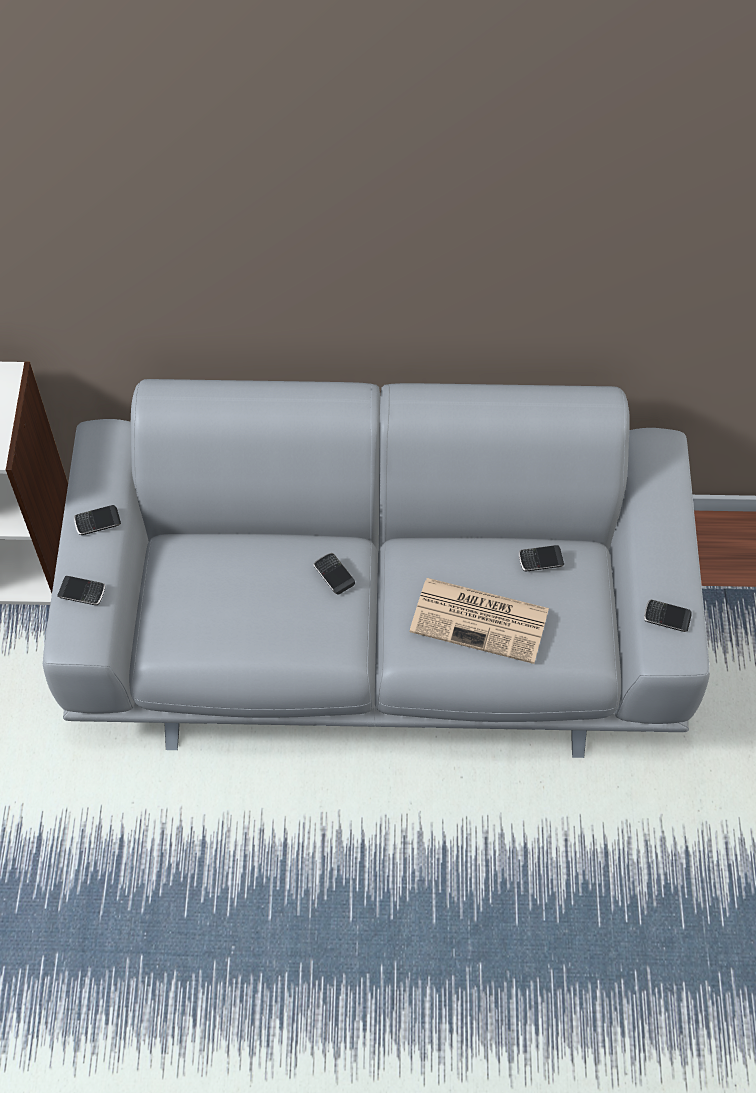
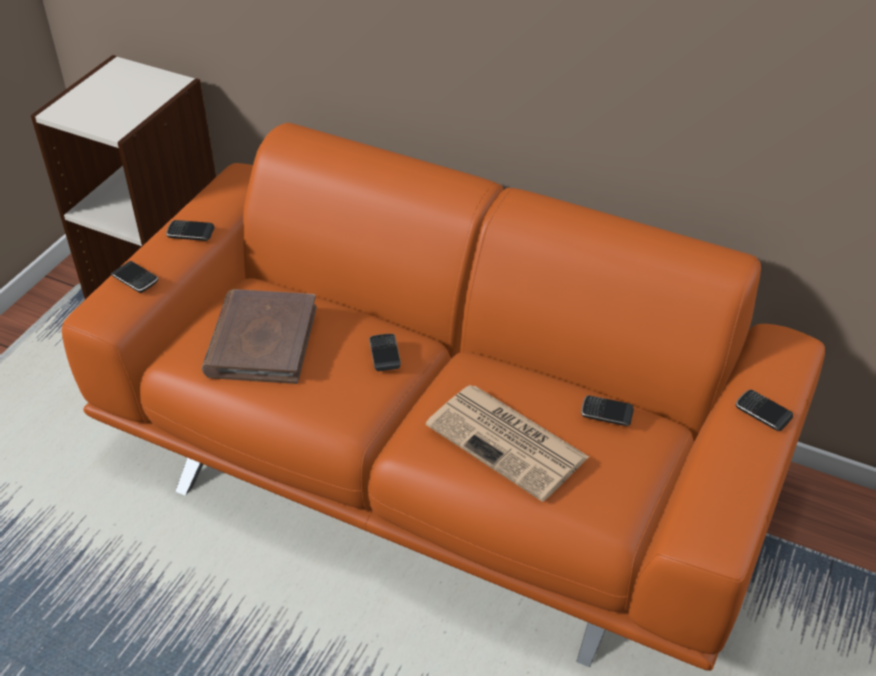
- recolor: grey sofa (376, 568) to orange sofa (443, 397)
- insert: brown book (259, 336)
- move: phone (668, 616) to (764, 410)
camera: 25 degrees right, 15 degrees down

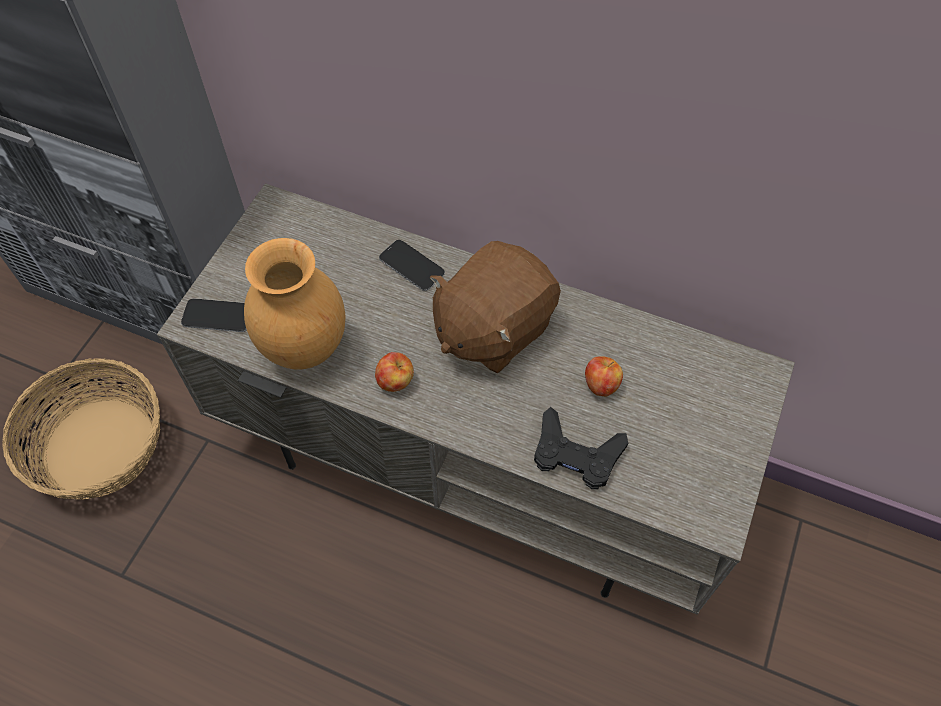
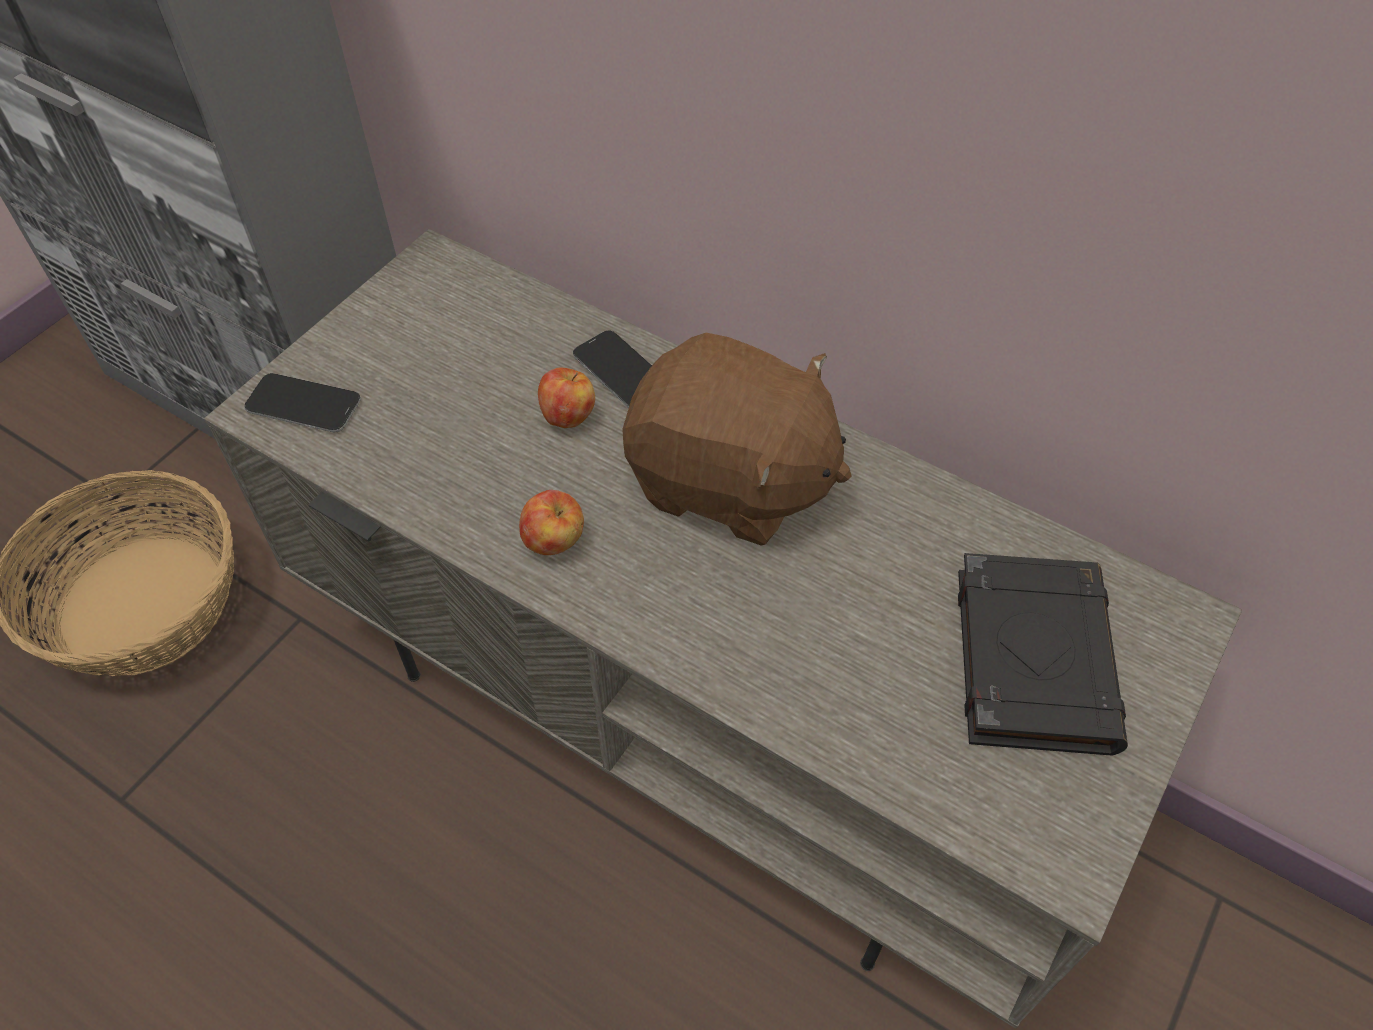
- move: apple (604, 376) to (566, 397)
- rotate: brown plush toy (495, 307) = (737, 439) 120 degrees counterclockwise
- insert: black book (1043, 654)
- delete: brown vase (294, 304)
- delete: black game controller (581, 448)
camera: 10 degrees right, 5 degrees down

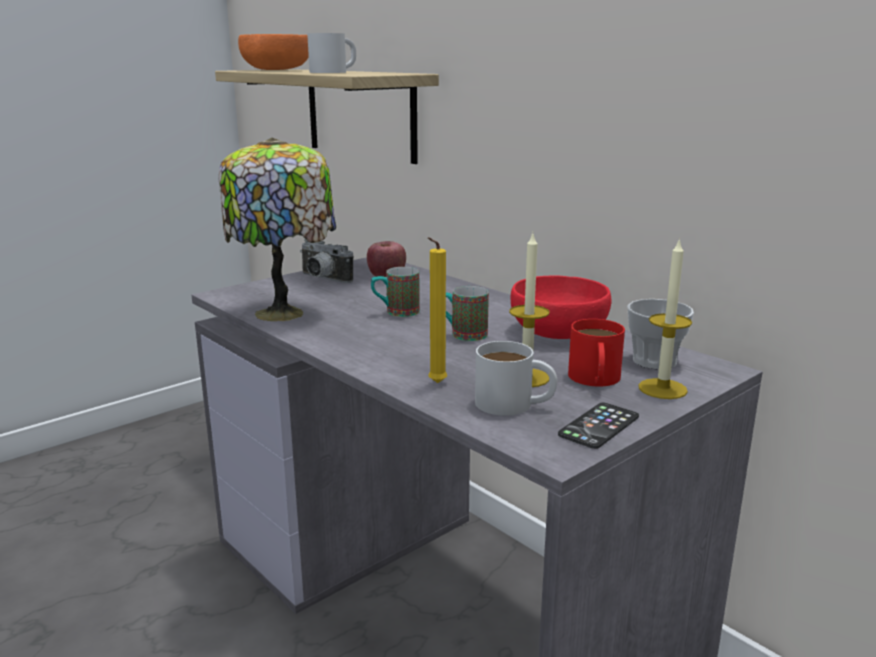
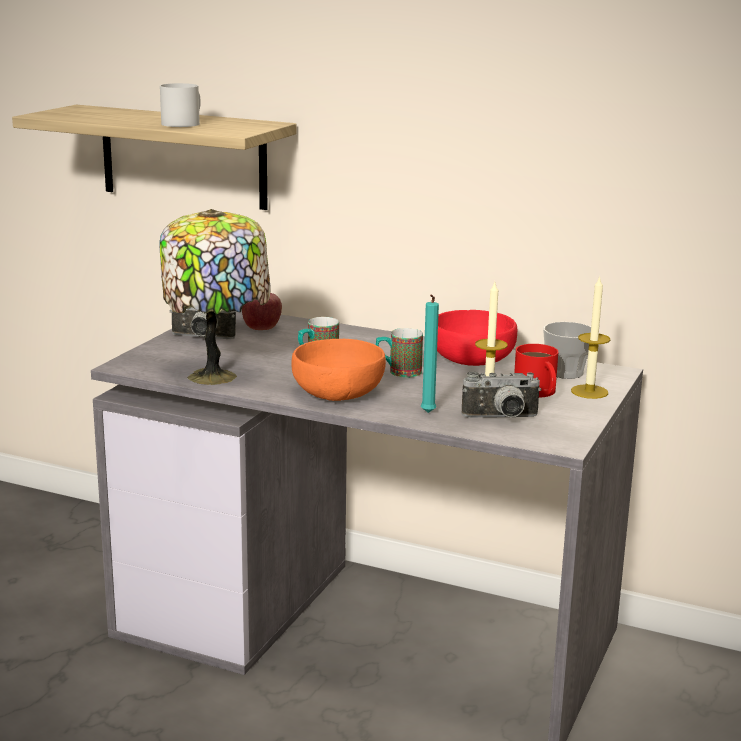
- move: orange bowl (273, 52) to (338, 370)
- recolor: yellow candle (437, 310) to turquoise candle (430, 353)
- replace: white mug (516, 378) to photo camera (501, 394)
- delete: phone (598, 426)
camera: 25 degrees left, 0 degrees up

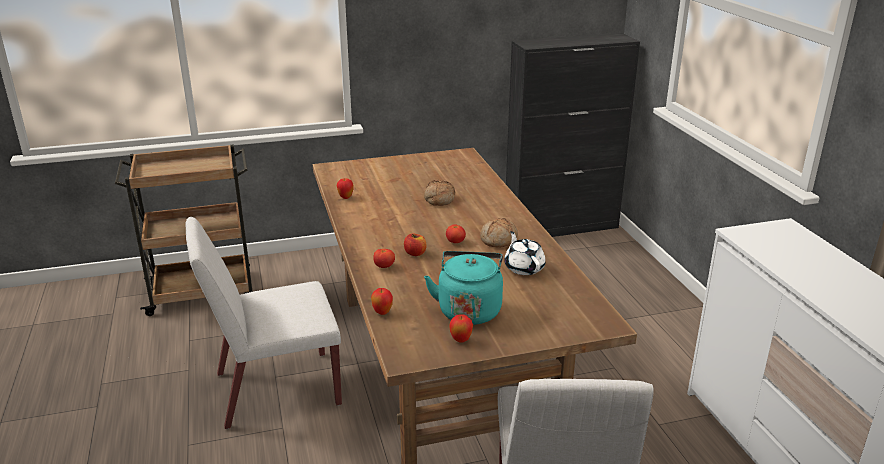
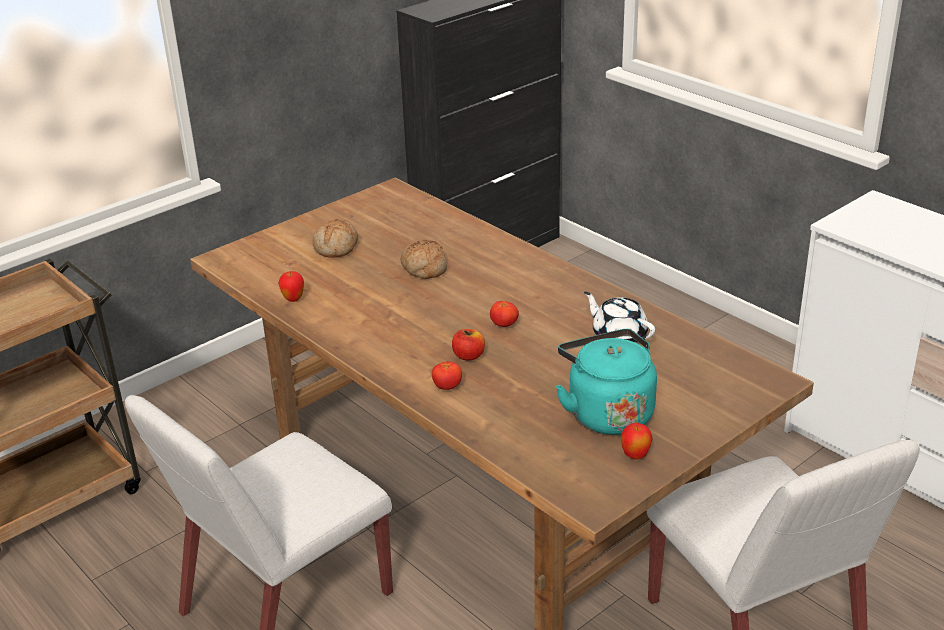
- move: bread (499, 233) to (335, 238)
- delete: apple (382, 301)
camera: 25 degrees left, 5 degrees up

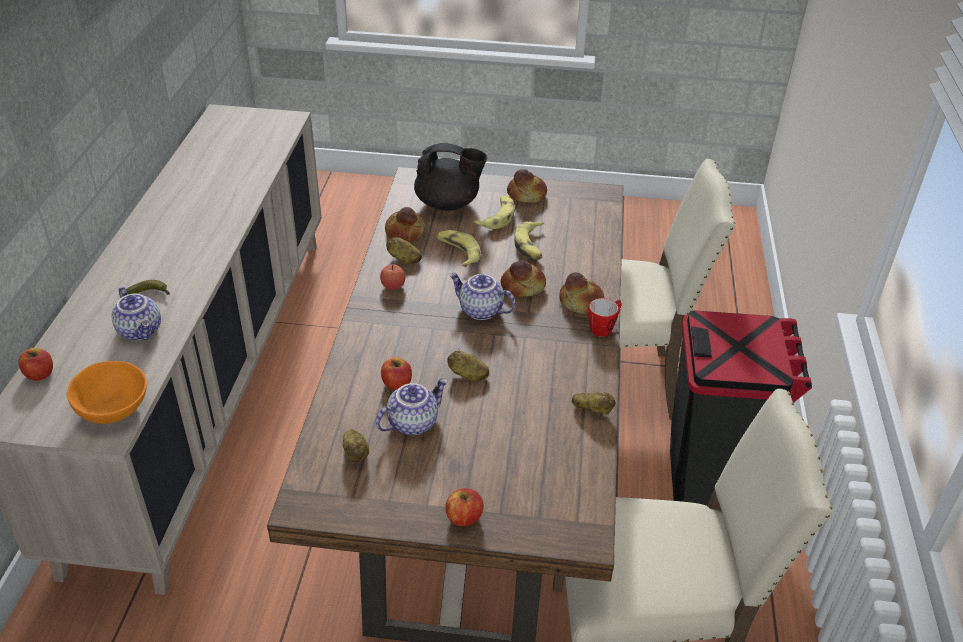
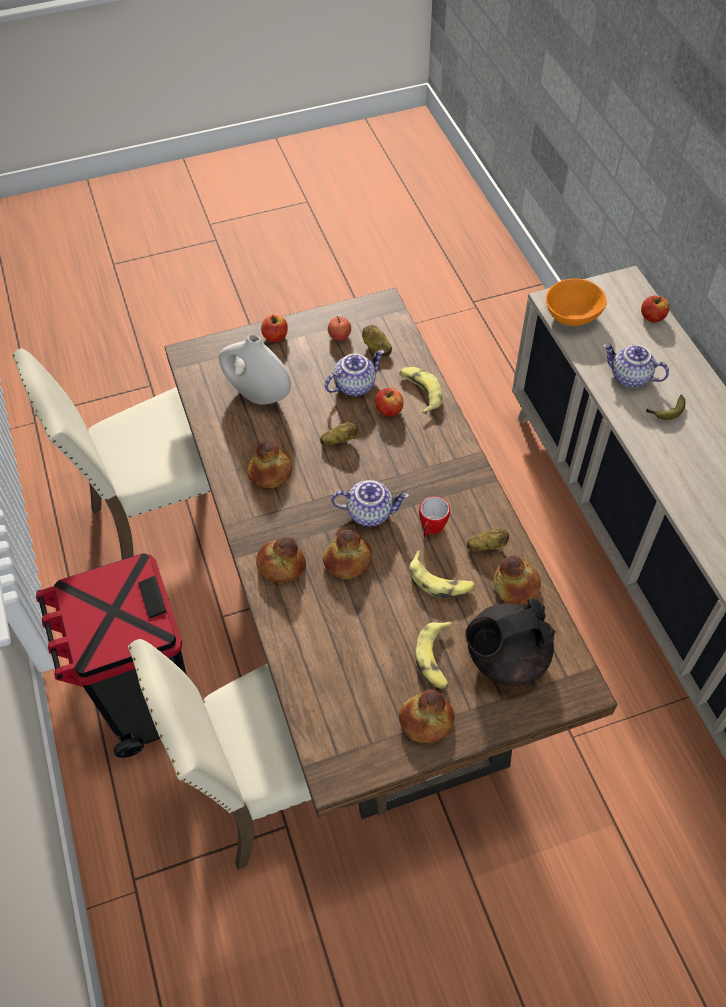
- insert: white vase (255, 370)
- insert: bread (269, 465)
- rotate: teapot (412, 406) = (354, 373) 150 degrees counterclockwise
- move: apple (392, 277) to (339, 328)
- move: banana (529, 240) to (421, 390)
- move: mug (605, 317) to (434, 516)
- delete: potato (593, 403)
camera: 155 degrees right, 15 degrees up

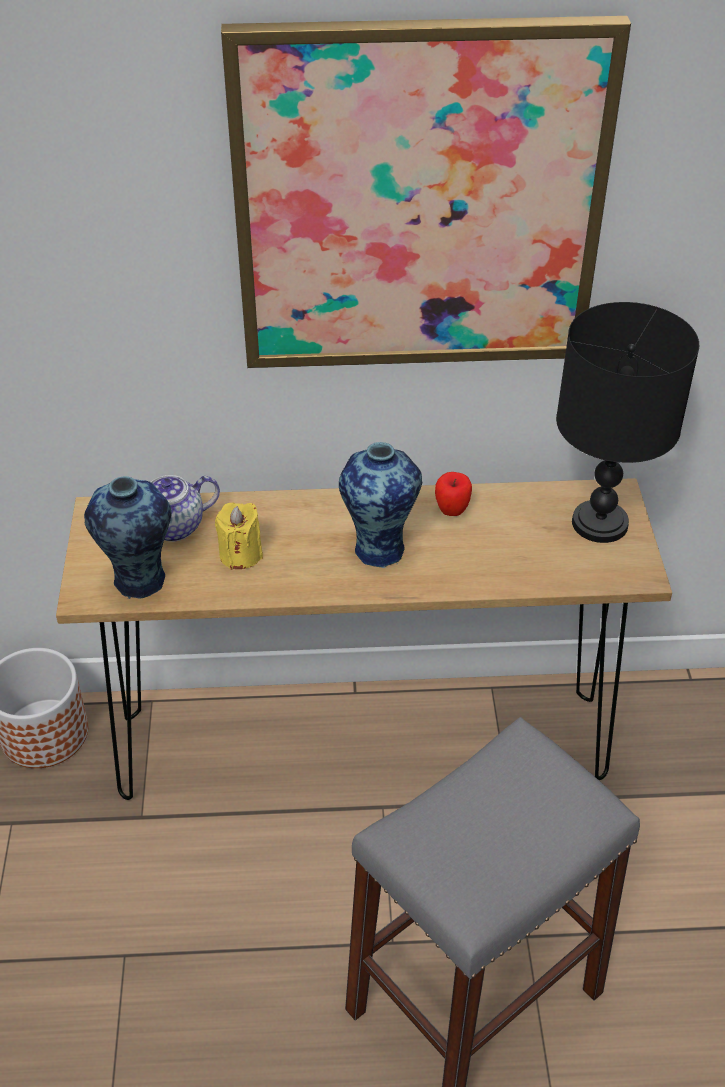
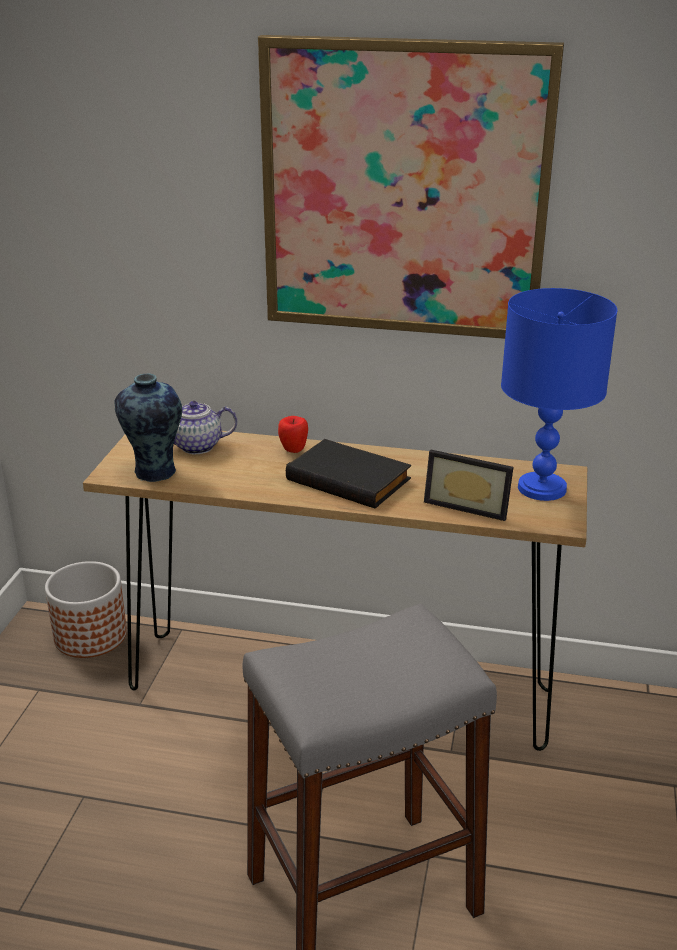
- move: apple (453, 494) to (293, 434)
- replace: vase (380, 505) to black book (348, 474)
- insert: picture frame (468, 485)
- recolor: black table lamp (627, 422) to blue table lamp (559, 394)
- delete: yellow candle (239, 536)
camera: 15 degrees right, 15 degrees down

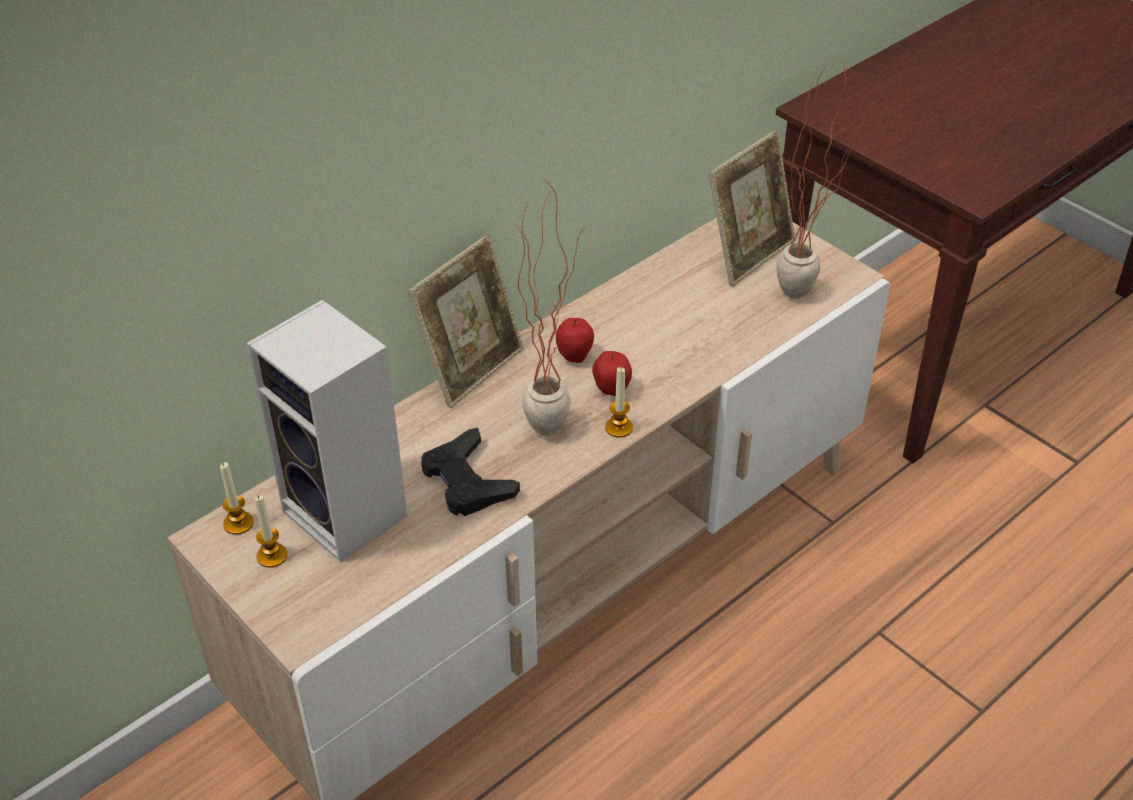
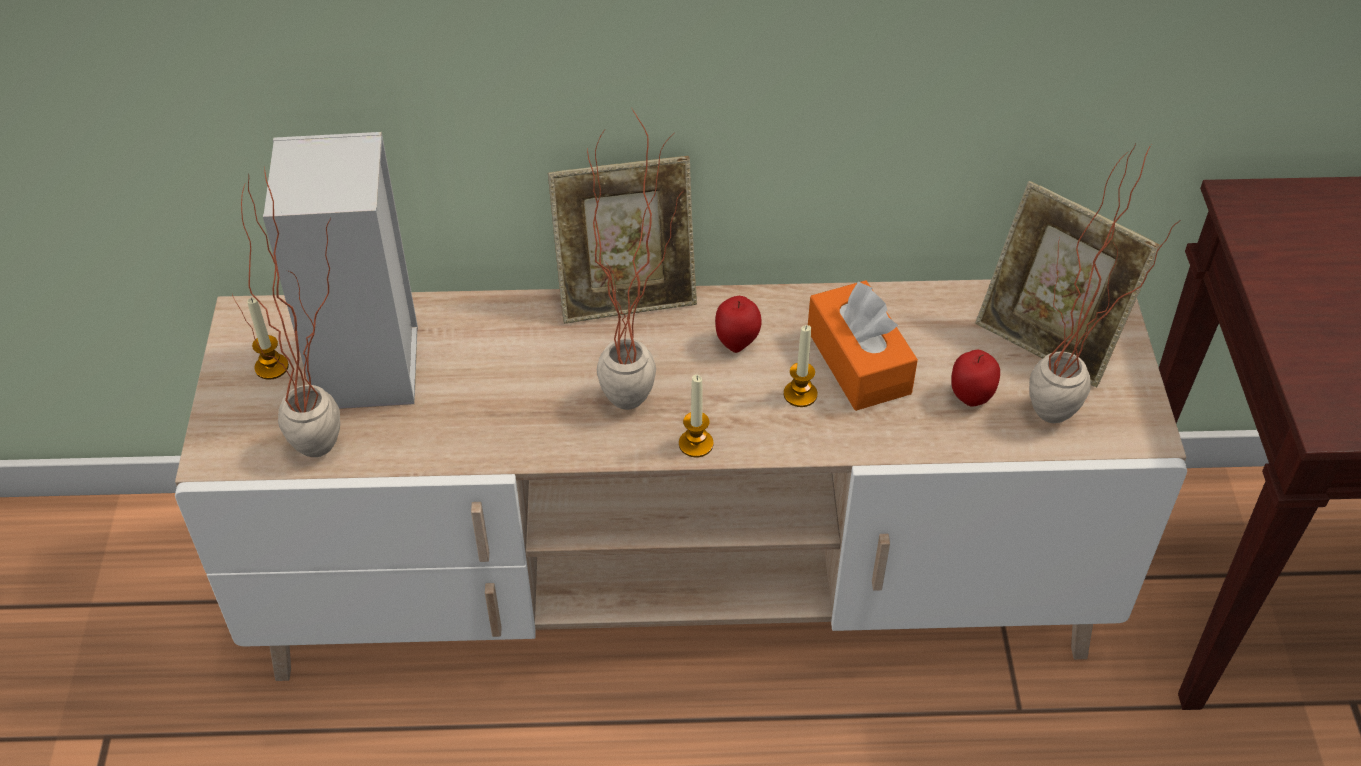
- insert: potted plant (286, 311)
- move: candle (237, 498) to (800, 366)
- insert: orange tissue box (863, 345)
- move: apple (612, 373) to (975, 378)
- rotate: picture frame (752, 208) = (1068, 284) 45 degrees clockwise
- delete: black game controller (470, 472)
camera: 40 degrees right, 5 degrees up

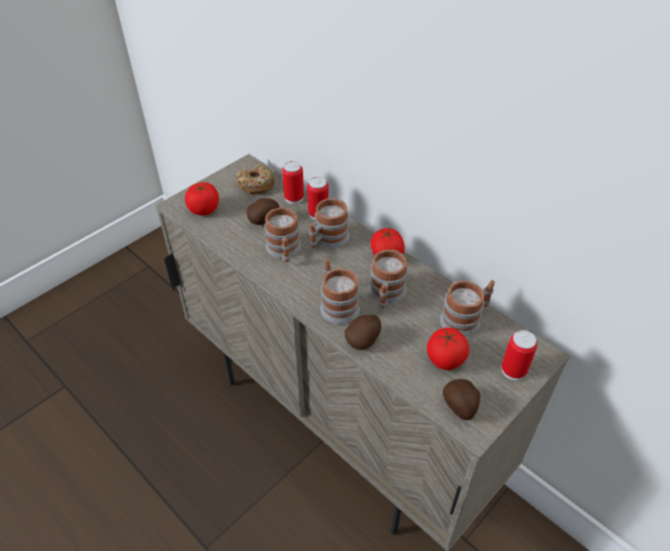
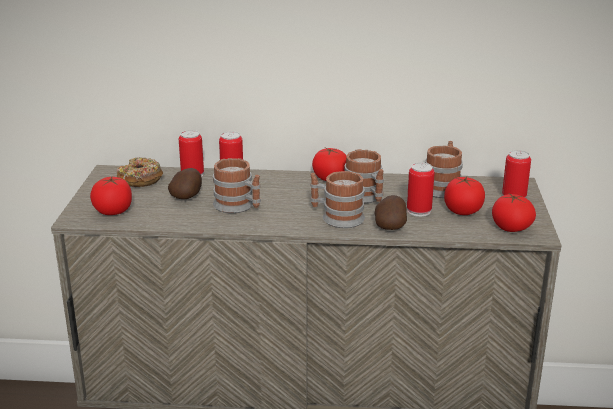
- insert: can (421, 189)
- replace: potato (461, 399) to tomato (514, 212)
- delete: mug (329, 223)
camera: 40 degrees left, 20 degrees down

